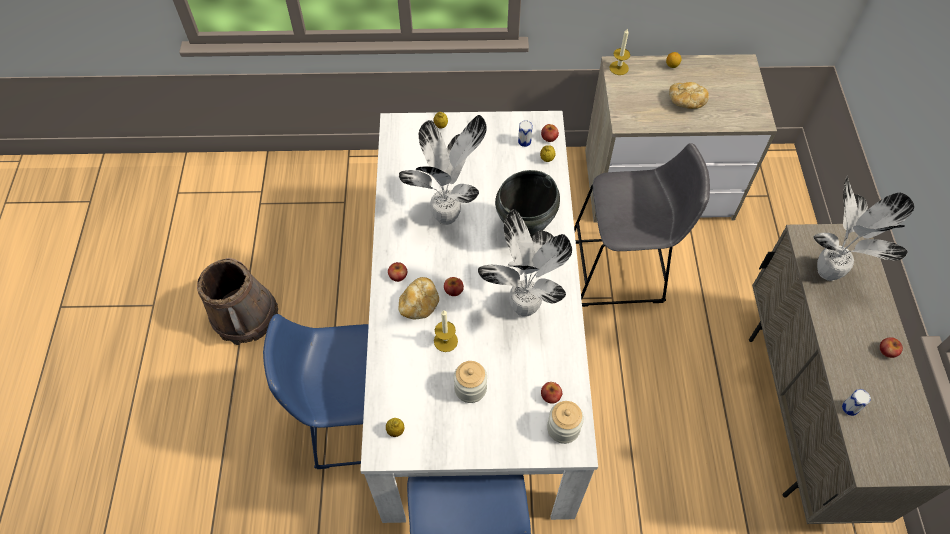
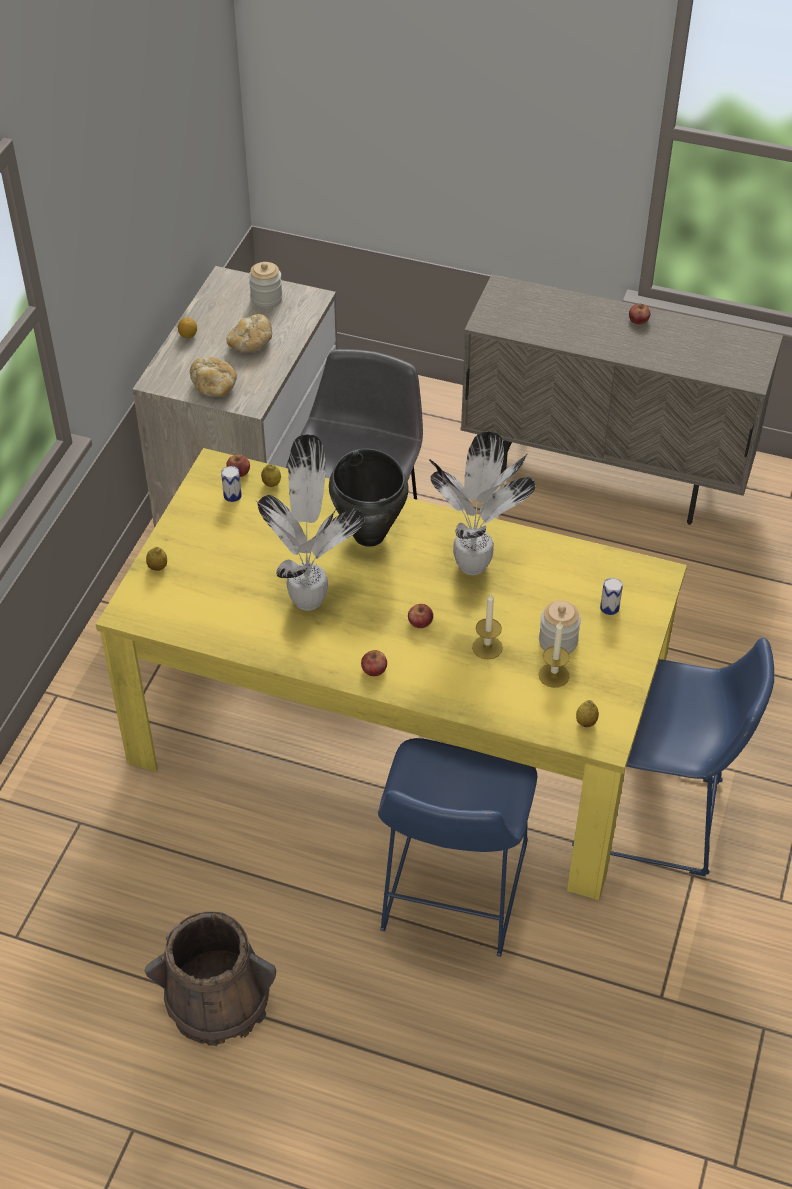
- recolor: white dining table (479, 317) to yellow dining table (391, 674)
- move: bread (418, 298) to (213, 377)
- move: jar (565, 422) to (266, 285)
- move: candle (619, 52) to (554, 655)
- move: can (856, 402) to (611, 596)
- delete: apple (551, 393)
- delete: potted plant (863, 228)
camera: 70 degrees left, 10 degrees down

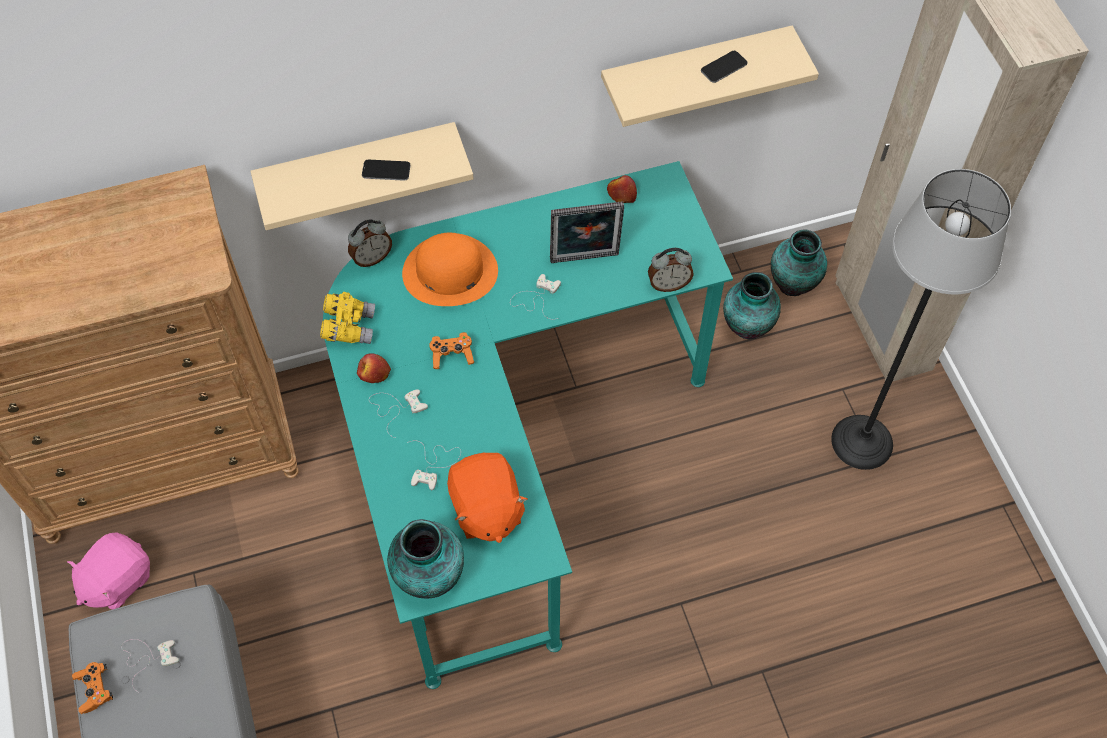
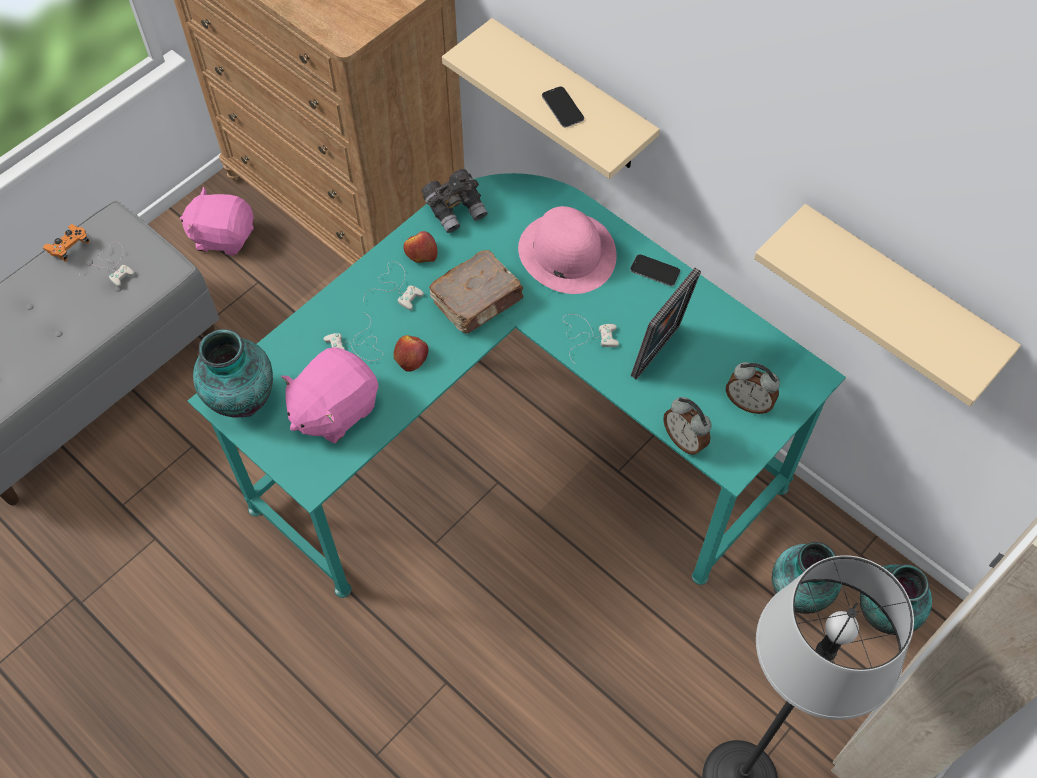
- recolor: orange plush toy (487, 498) to pink plush toy (330, 395)
- move: apple (622, 189) to (411, 353)
- recolor: yellow binoculars (347, 318) to grey binoculars (455, 201)
- replace: orange game controller (451, 350) to brown book (476, 292)
- recolor: orange hat (450, 269) to pink hat (567, 250)
- move: phone (724, 67) to (655, 270)
- rotate: picture frame (587, 232) = (666, 324) 105 degrees counterclockwise
- move: alarm clock (370, 243) to (753, 388)
camera: 60 degrees right, 0 degrees up

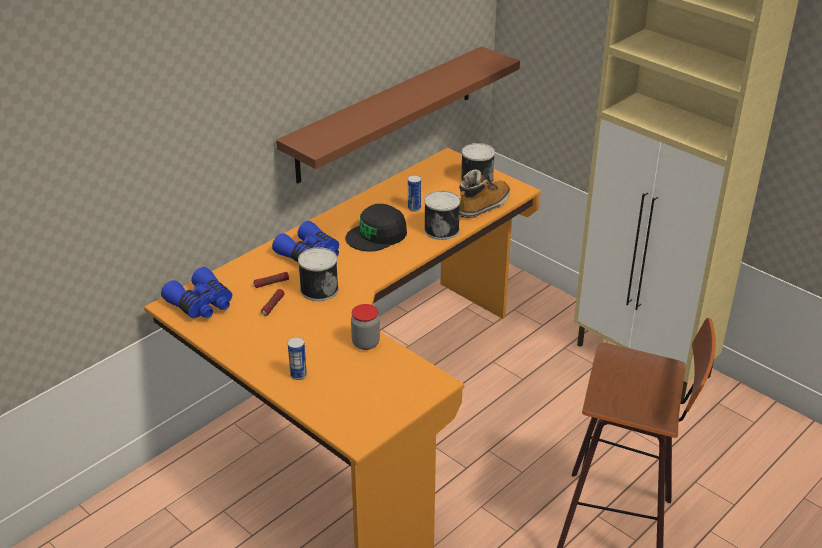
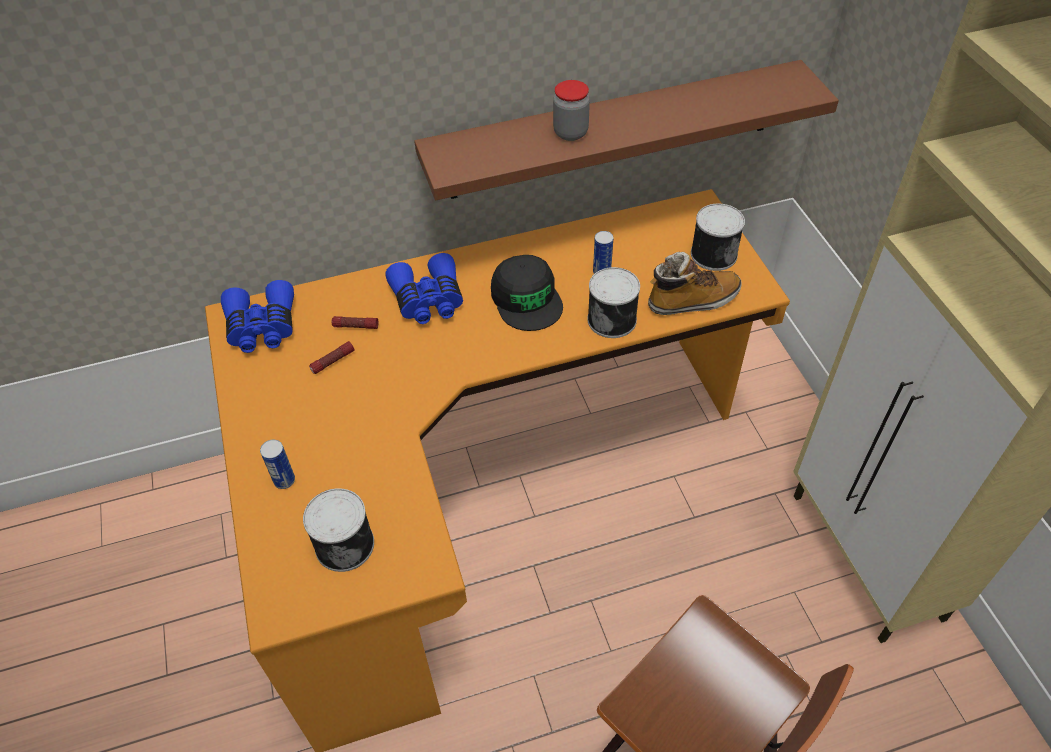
- move: can (318, 274) to (338, 530)
- rotate: black cap (376, 227) = (527, 293) 105 degrees counterclockwise
- move: jar (365, 327) to (571, 110)
camera: 30 degrees right, 15 degrees up

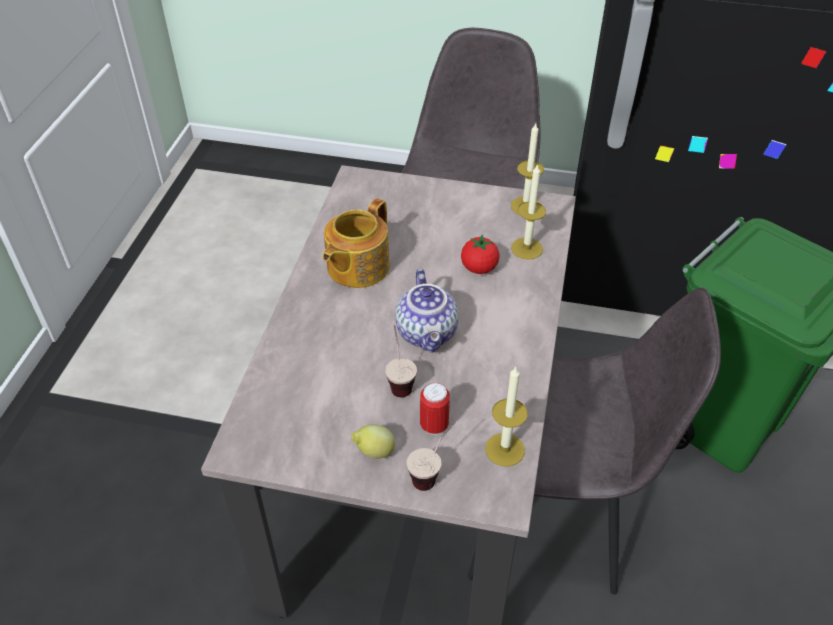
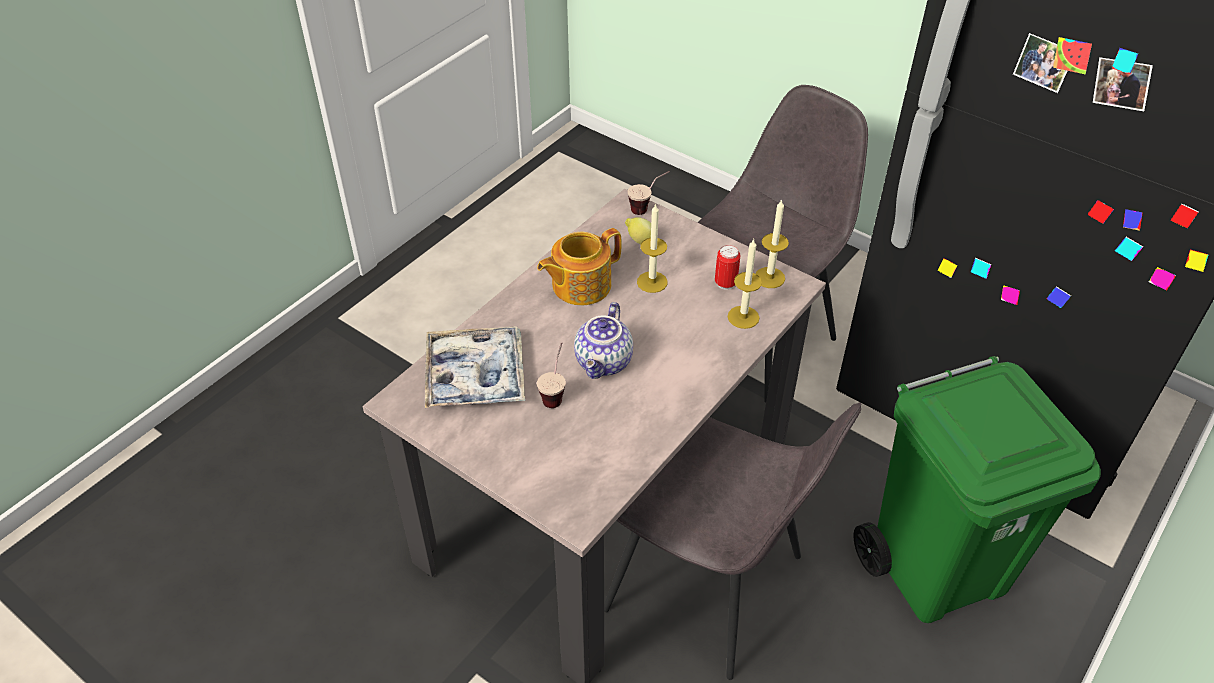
- insert: tray (475, 367)
- move: lemon (373, 441) to (638, 231)
- move: cup (431, 456) to (649, 193)
- move: candle (506, 417) to (652, 248)
- move: can (435, 409) to (727, 267)
- delete: tomato (480, 254)
camera: 25 degrees right, 0 degrees up

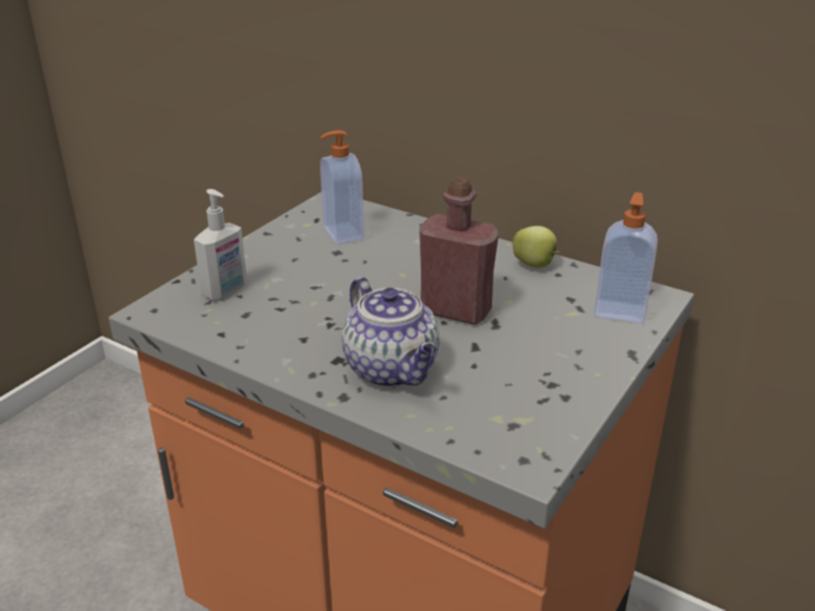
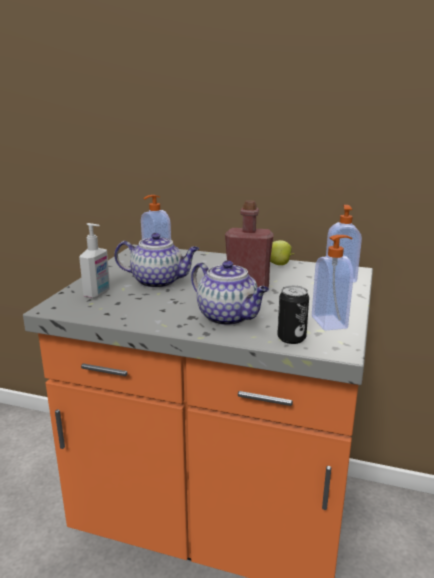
- insert: teapot (156, 260)
- insert: can (293, 314)
- insert: soap dispenser (333, 283)
camera: 15 degrees left, 10 degrees down

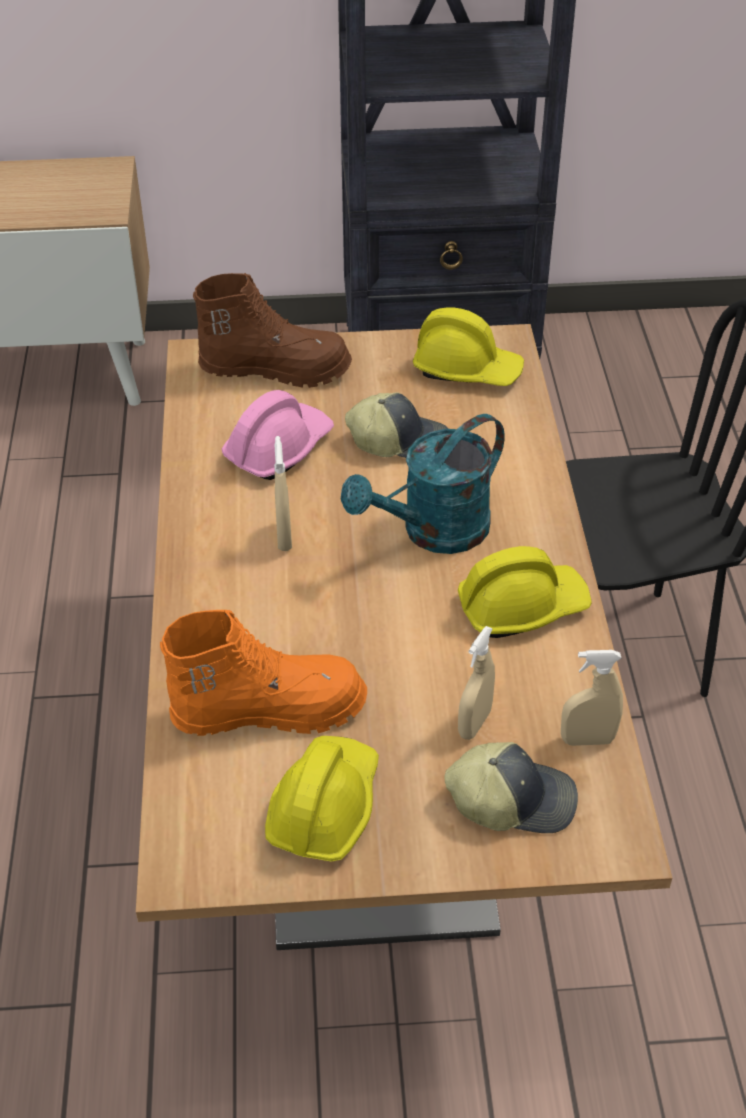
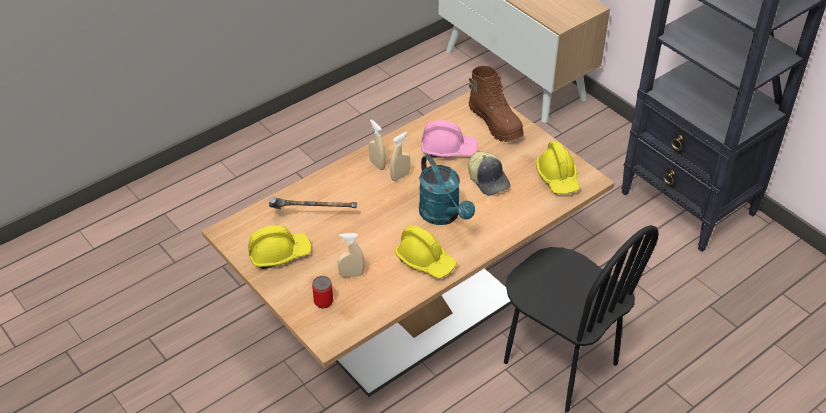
- replace: orange boot (263, 673) to hammer (313, 203)
- replace: cap (511, 787) to can (322, 292)
- move: beige spray bottle (592, 698) to (377, 145)
- rotate: turquoise watering can (423, 484) = (447, 190) 135 degrees counterclockwise
camera: 55 degrees right, 0 degrees up

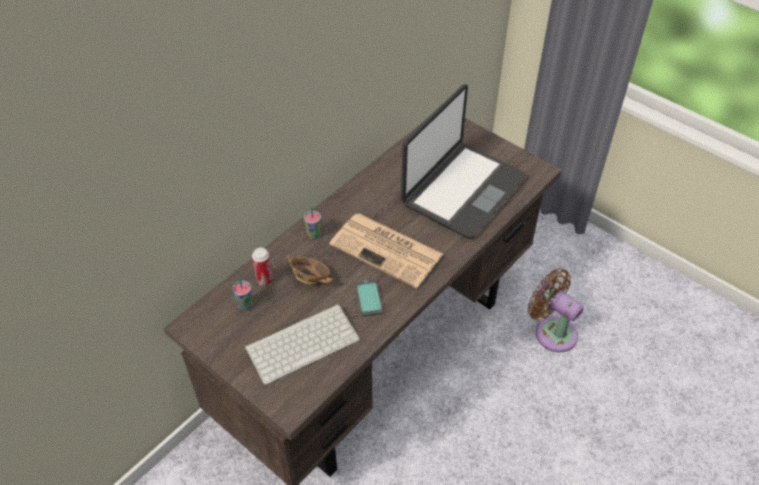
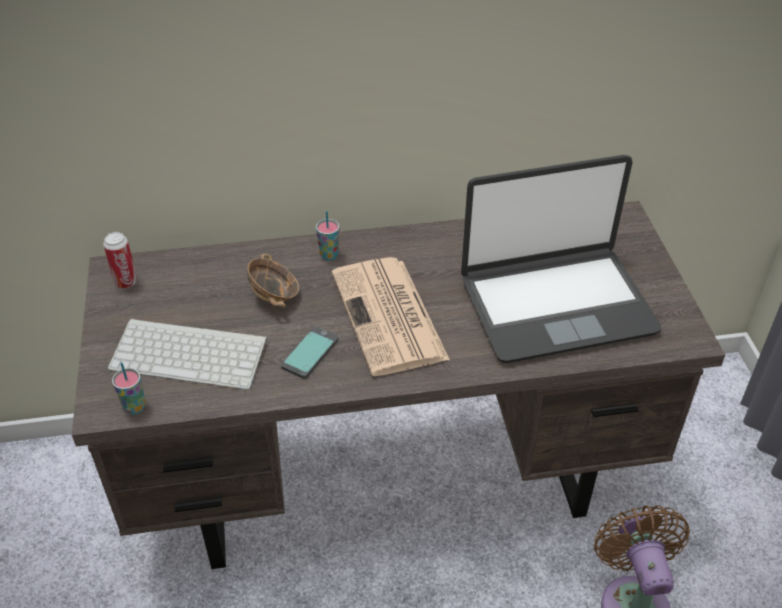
- move: can (262, 266) to (120, 260)
- move: cup (243, 294) to (128, 388)
camera: 40 degrees right, 5 degrees down

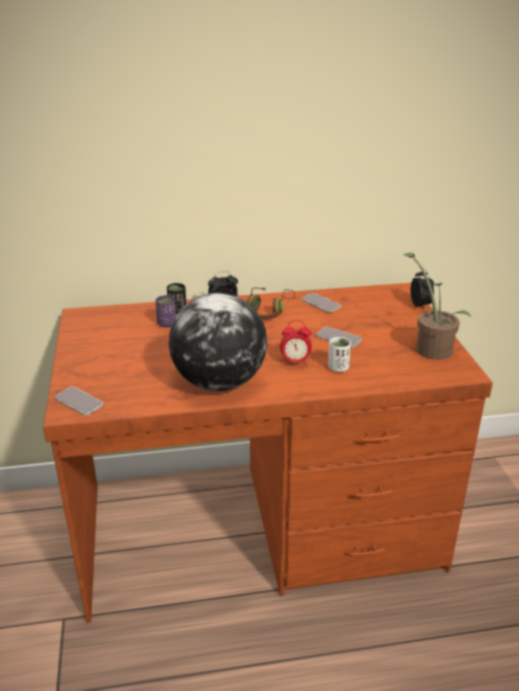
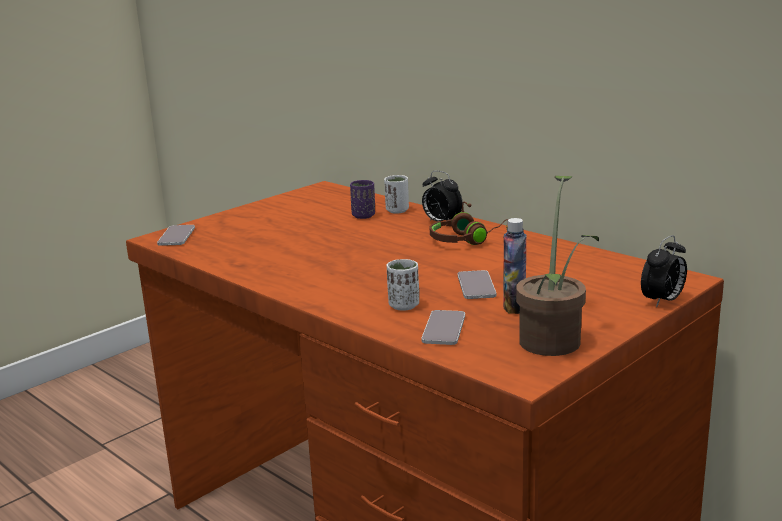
- recolor: black cup (176, 298) to white cup (396, 194)
- move: phone (321, 303) to (443, 327)
- insert: bottle (514, 266)
- delete: globe (218, 342)
- delete: alarm clock (296, 343)
camera: 55 degrees right, 10 degrees down

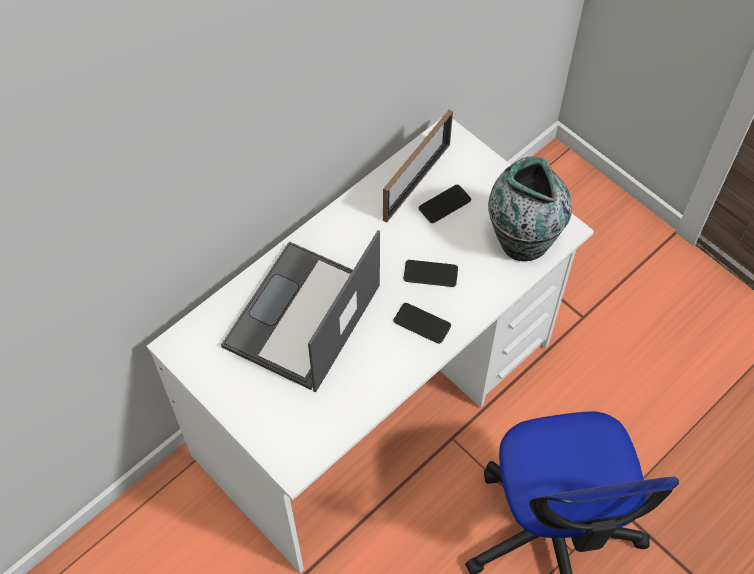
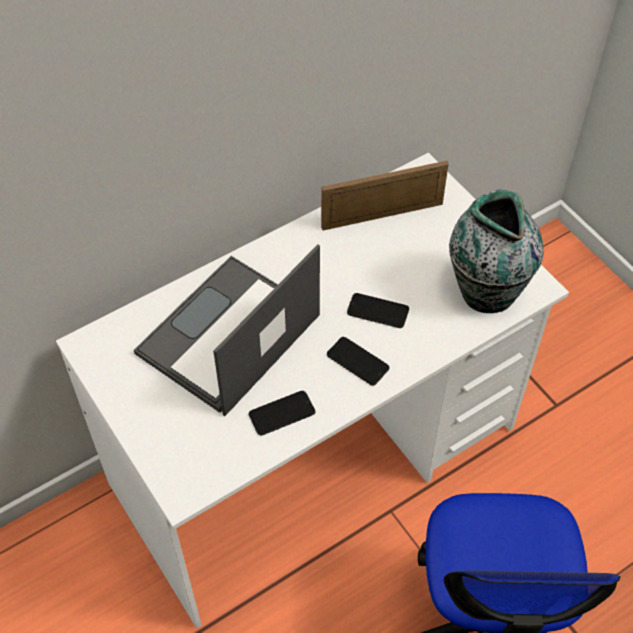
- move: phone (445, 204) to (282, 413)
- rotate: picture frame (418, 166) = (384, 195) 150 degrees counterclockwise
camera: 10 degrees right, 5 degrees down

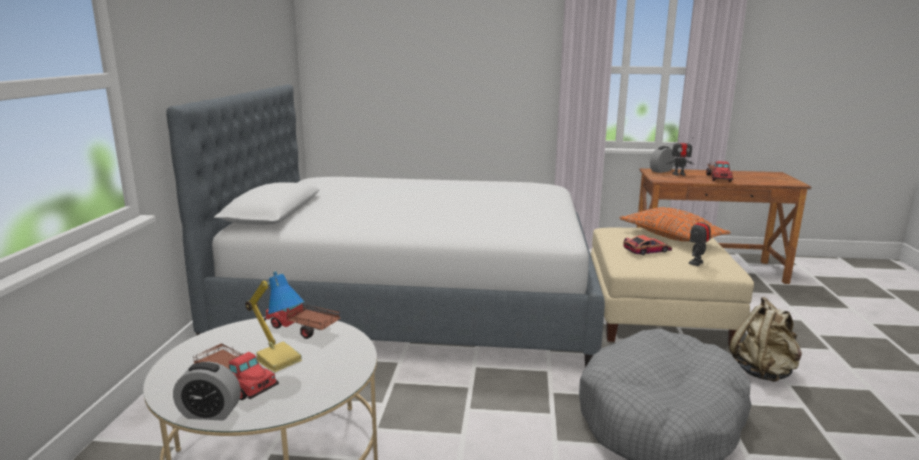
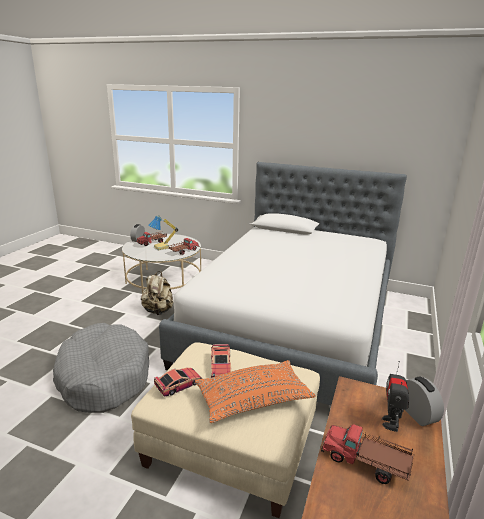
- move: beige backpack (765, 339) to (157, 293)
- replace: toy robot (700, 242) to toy car (178, 382)
camera: 105 degrees right, 5 degrees up

